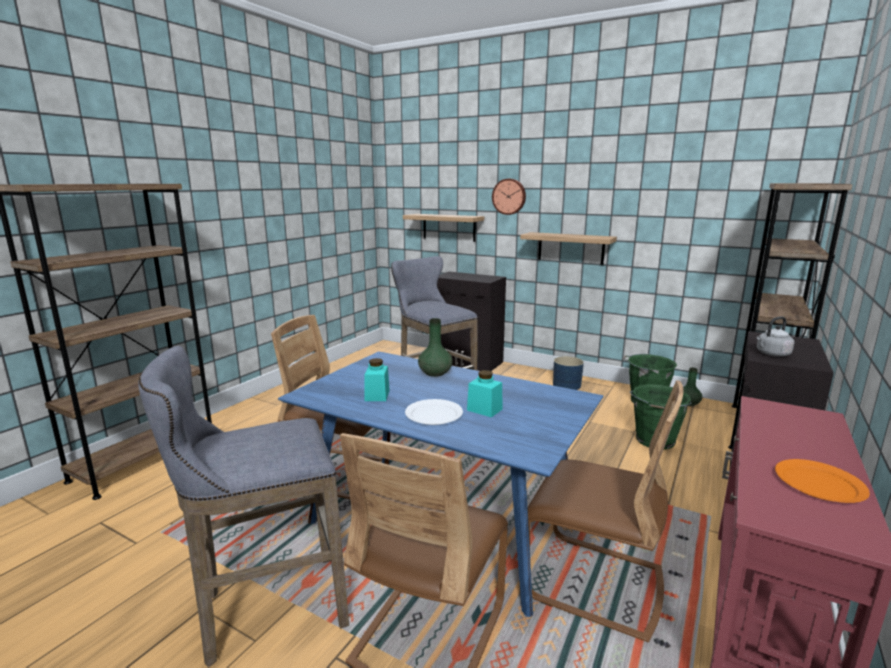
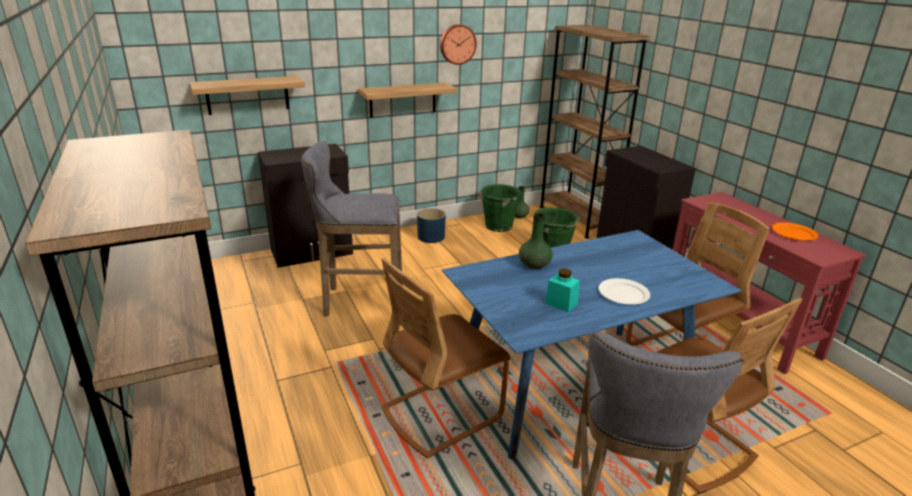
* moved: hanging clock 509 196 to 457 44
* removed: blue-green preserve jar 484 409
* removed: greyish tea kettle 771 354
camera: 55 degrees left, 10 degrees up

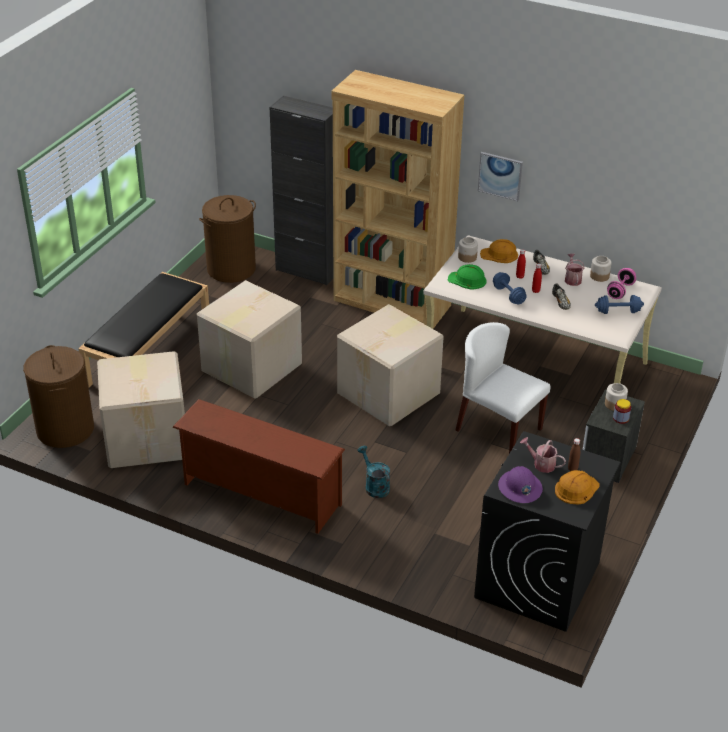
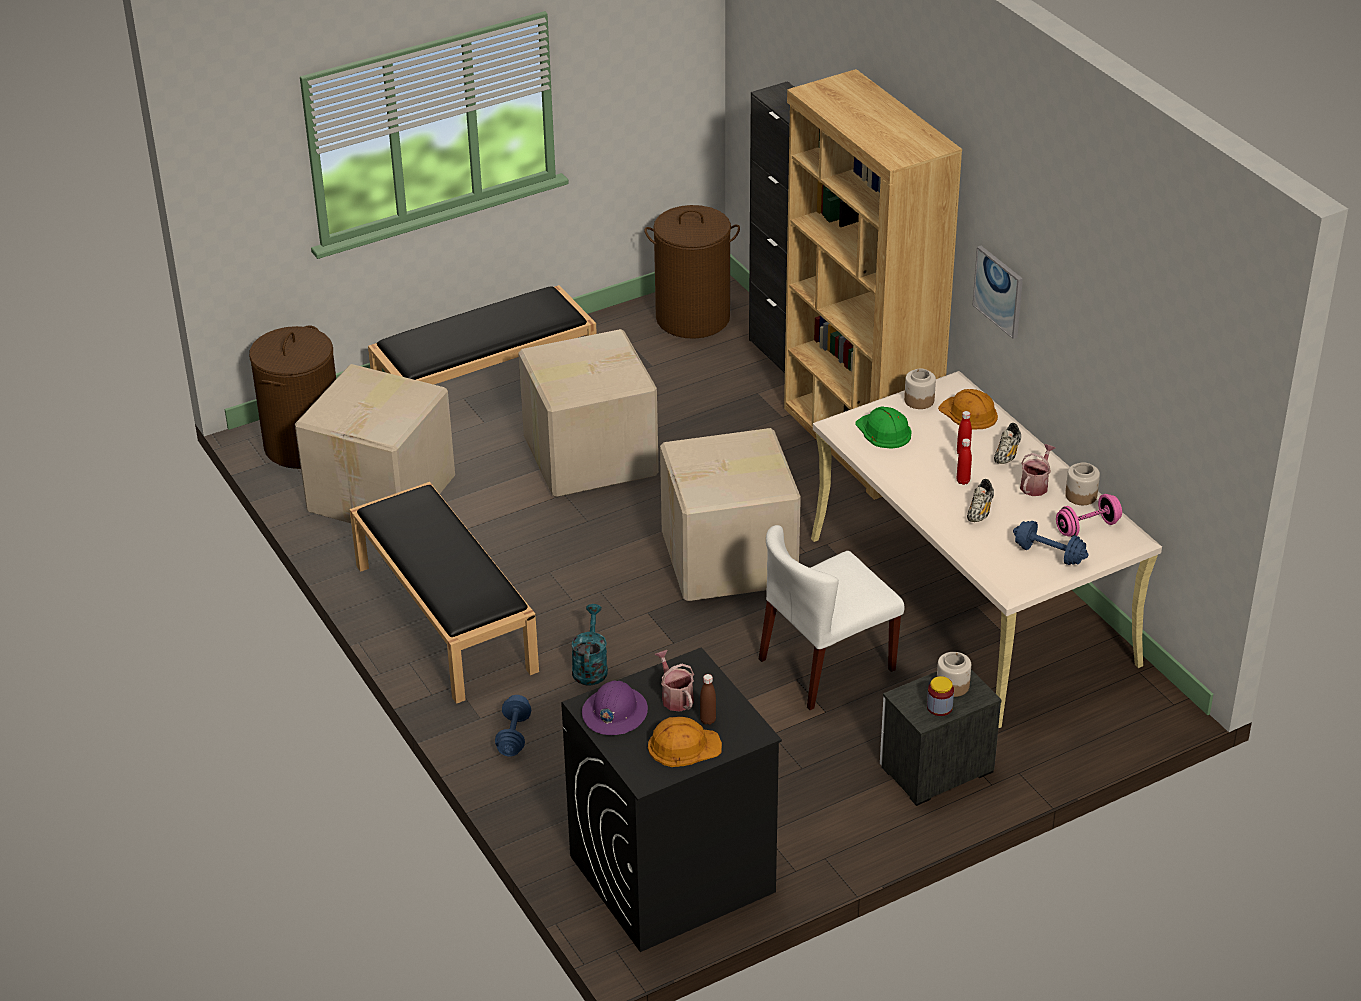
* replaced: brown shoe shelf 260 495 to black-coloured bench 443 617
* moved: blue hand weight 508 295 to 514 736
* turned: white upright chair 498 429 = 826 665 105 degrees counterclockwise
camera: 35 degrees right, 0 degrees up

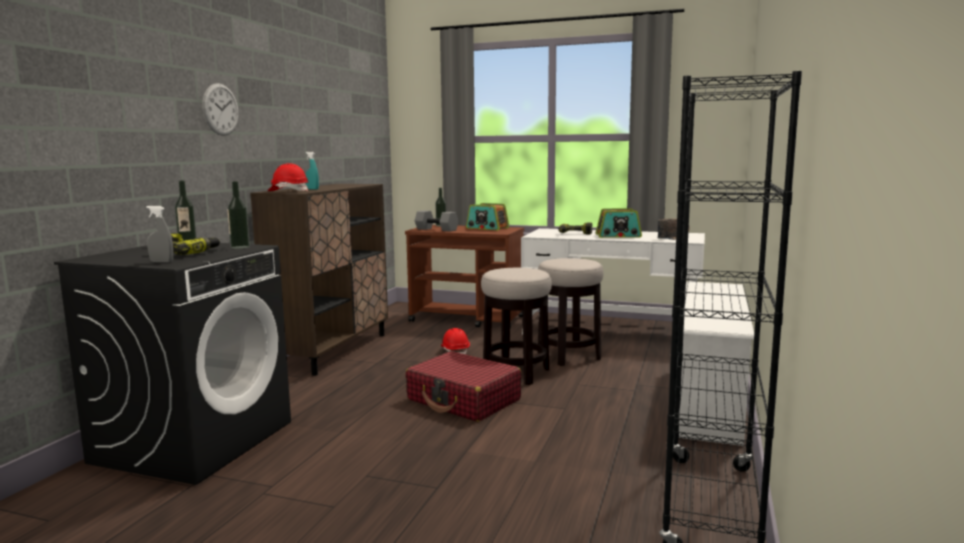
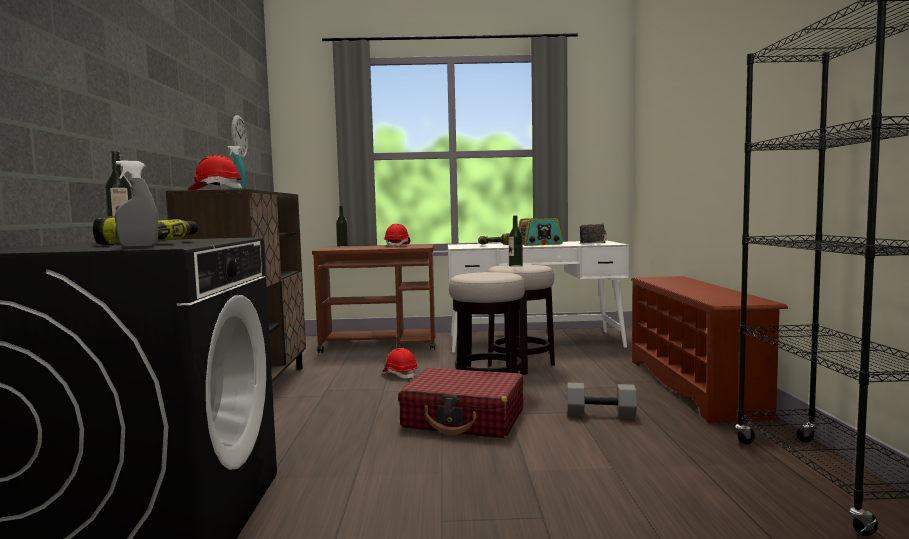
* moved: hanging clock 220 109 to 239 137
* replaced: radio 487 228 to red hard hat 397 245
* moved: drink bottle 240 247 to 515 266
* moved: greyish hand weight 437 229 to 601 414
* recoloured: white shoe shelf 709 401 to brown shoe shelf 695 386
camera: 20 degrees left, 5 degrees down

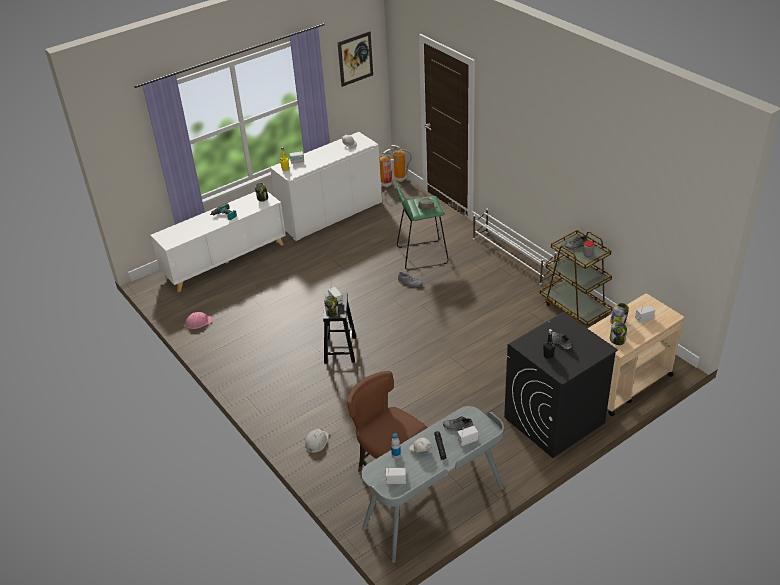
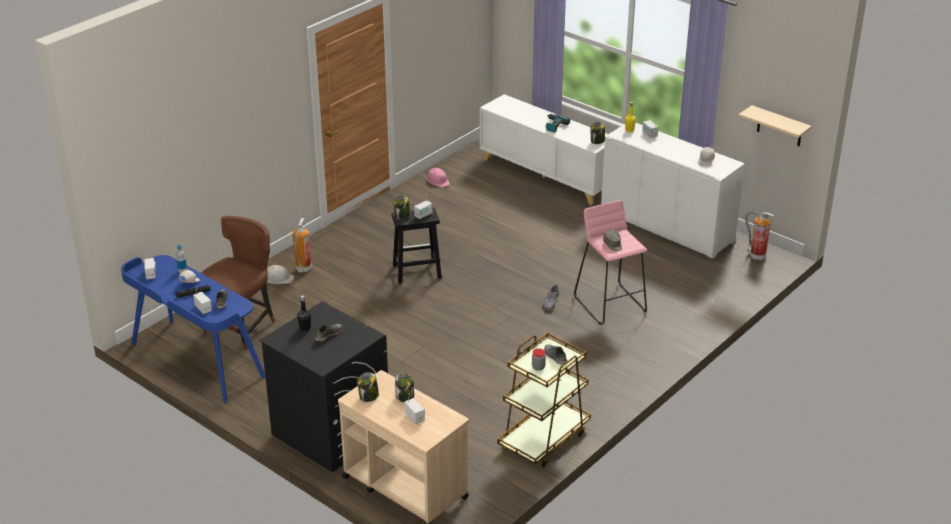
* recoloured: greyish desk unit 435 509 to blue desk unit 196 361
* moved: fire-fighting cylinder 400 179 to 303 269
* recoloured: greenish sitting stool 421 255 to pink-coloured sitting stool 610 304
* added: beige-coloured wall shelf 779 126
* removed: wall picture 355 59
* removed: white shoe shelf 512 257
camera: 75 degrees right, 5 degrees down

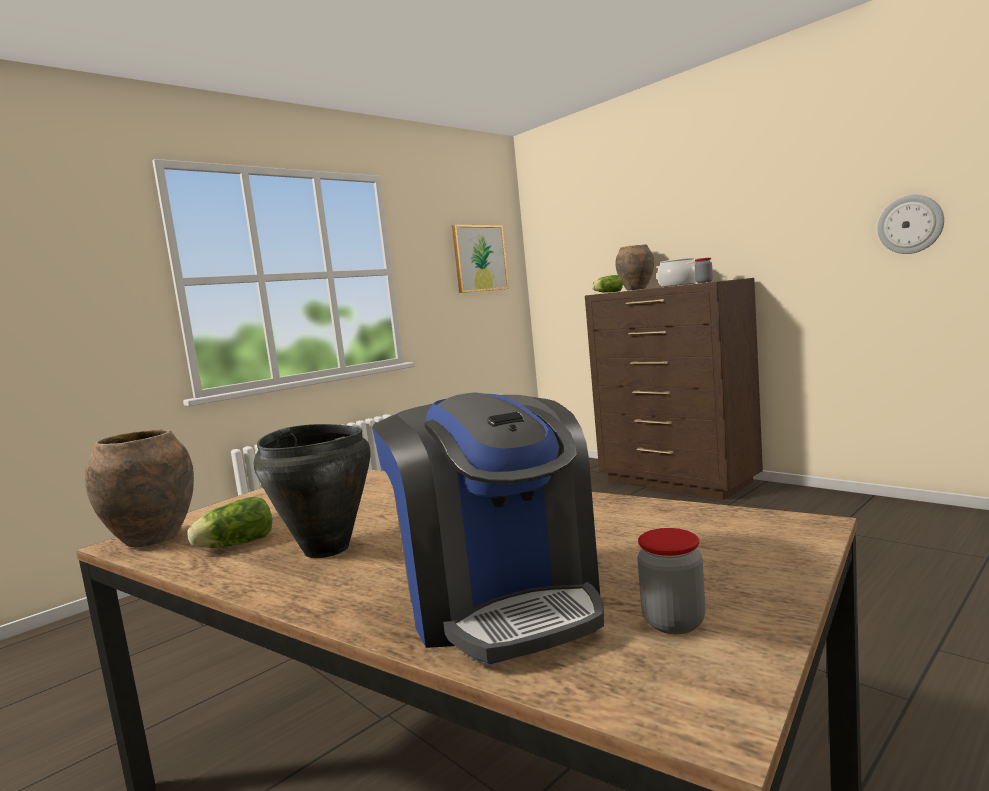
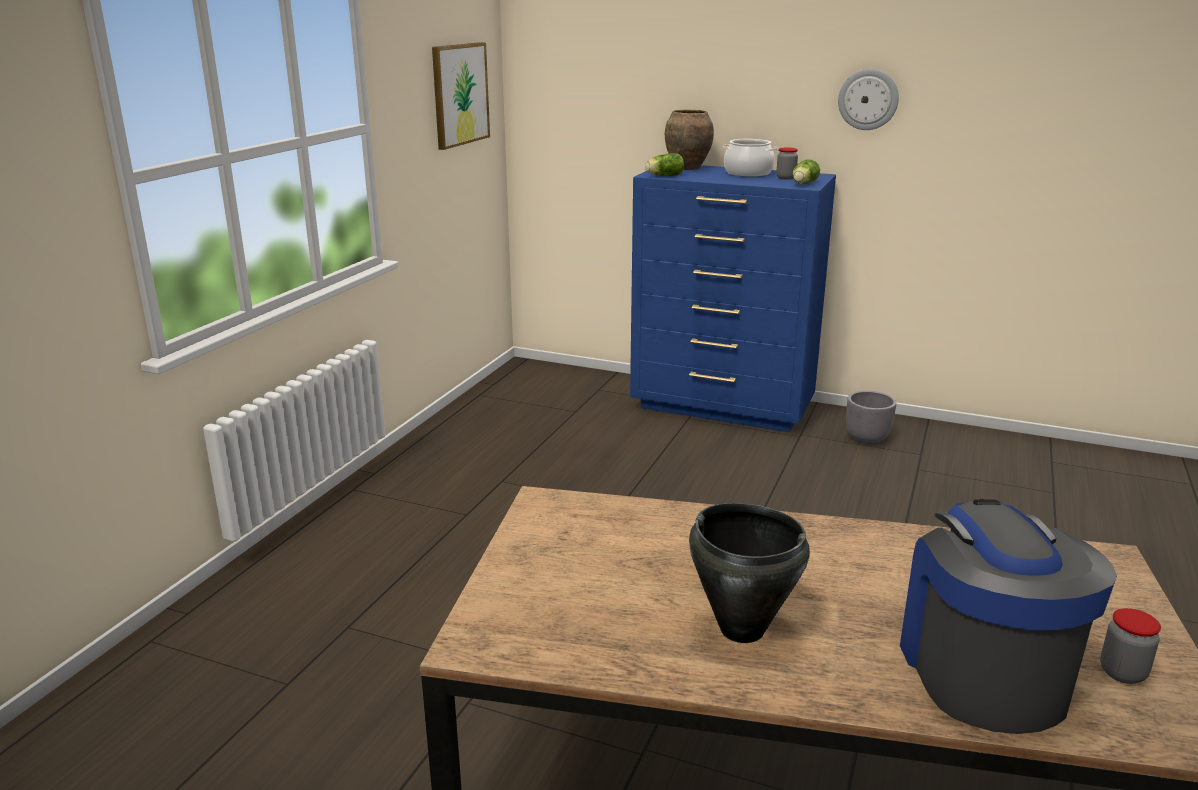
* recoloured: brown drawer chest 678 482 to blue drawer chest 723 407
* moved: lettuce head 233 545 to 803 184
* moved: hanging clock 910 224 to 868 99
* added: greyish plant pot 867 439
* turned: coffee maker 499 600 = 982 670 135 degrees counterclockwise
* removed: brown flower vase 153 539
camera: 25 degrees left, 15 degrees up

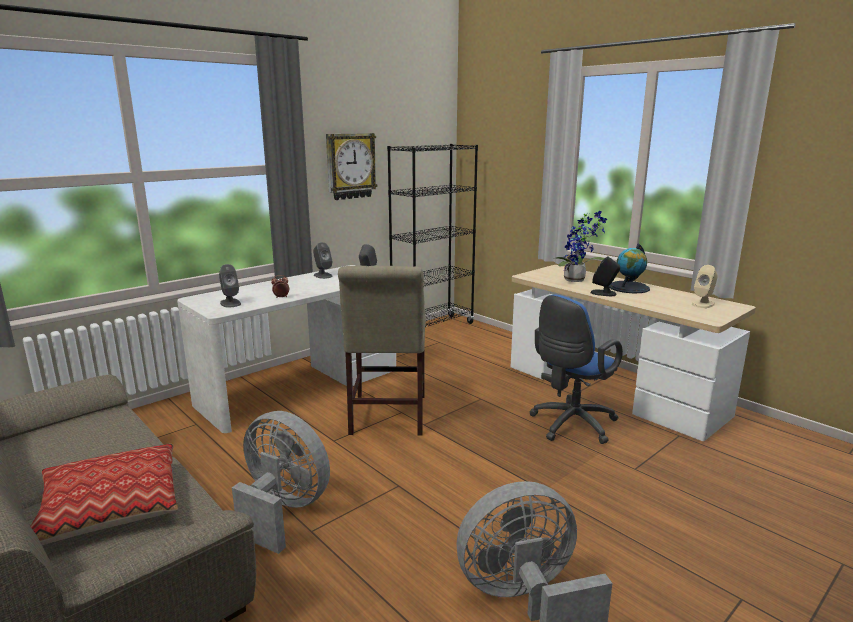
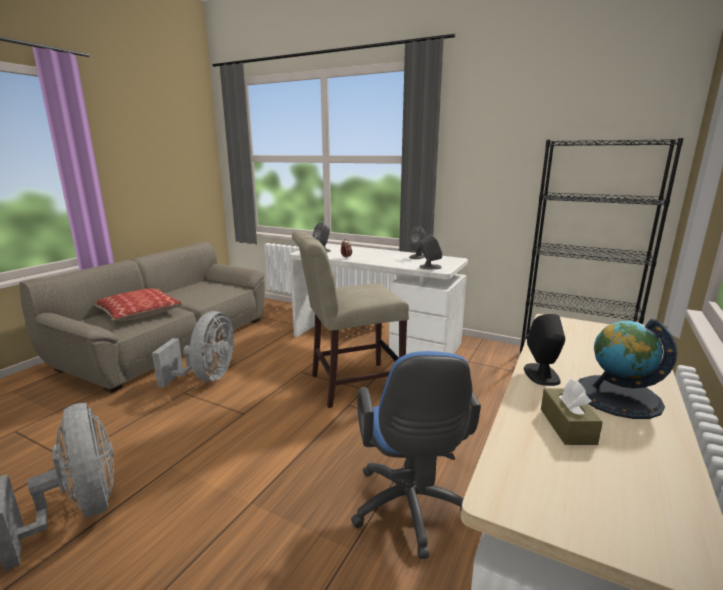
* turned: blue computer chair 570 425 = 409 511 120 degrees counterclockwise
* added: brown tissue box 567 426
* removed: hanging clock 350 166
* removed: plant in a pot 577 280
* removed: beige-coloured audio speaker 703 304
camera: 70 degrees right, 0 degrees up

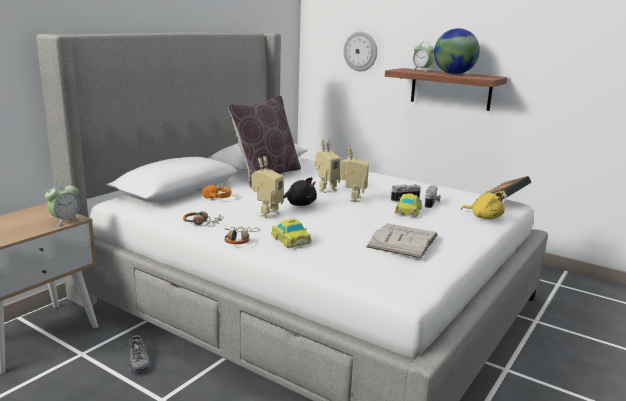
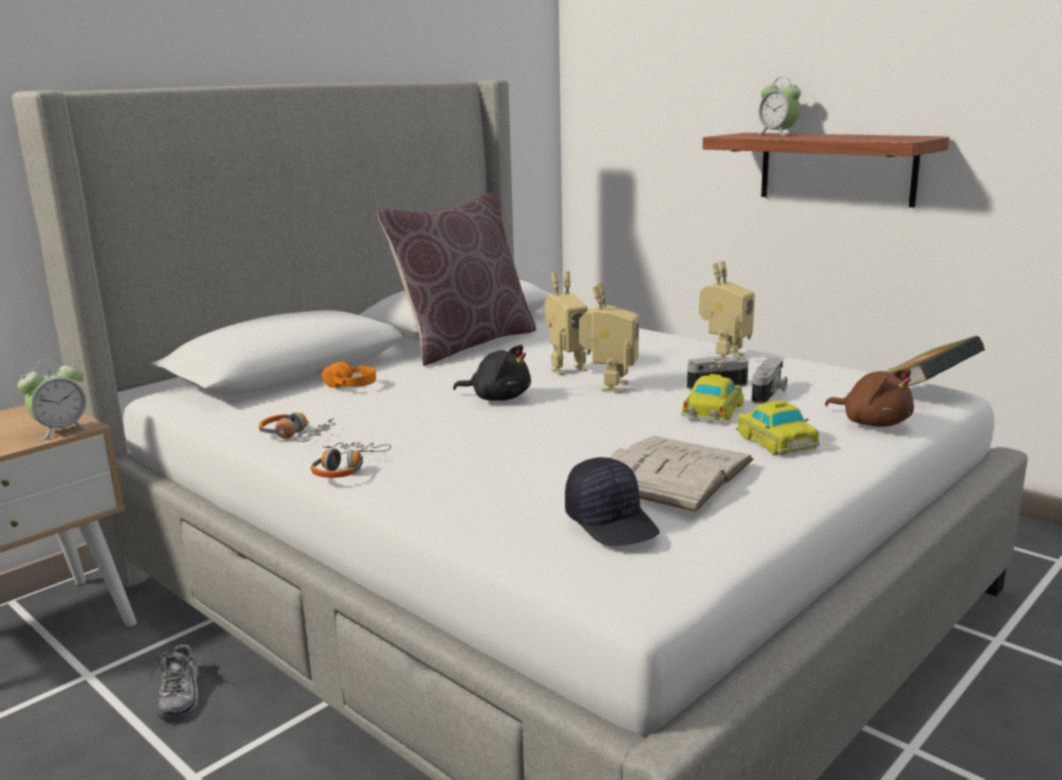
* added: black-coloured cap 612 522
* moved: toy robot 266 214 to 724 356
* moved: toy car 290 239 to 775 440
* recoloured: yellowish soft toy 484 217 to brown soft toy 872 423
* removed: hanging clock 360 51
* removed: desk globe 454 74
camera: 10 degrees right, 0 degrees up

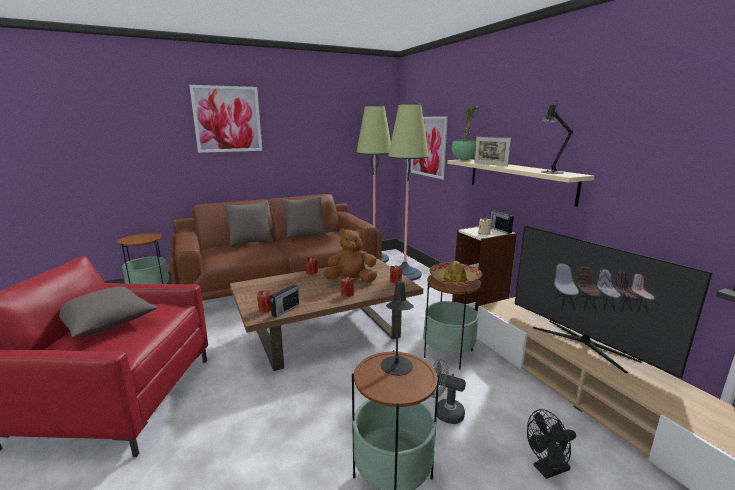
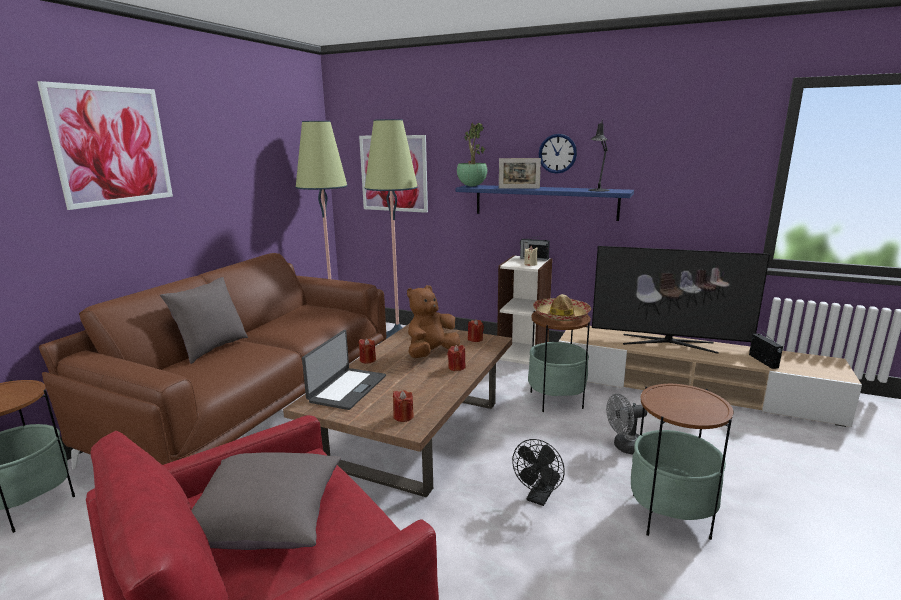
* added: portable computer 347 388
* recoloured: beige-coloured wall shelf 519 179 to blue wall shelf 545 202
* moved: black-coloured electric fan 547 470 to 539 498
* added: hanging clock 557 153
* moved: radio 285 310 to 763 361
* removed: greyish throw pillow 304 235
* removed: black-coloured table lamp 396 368
camera: 40 degrees left, 0 degrees up

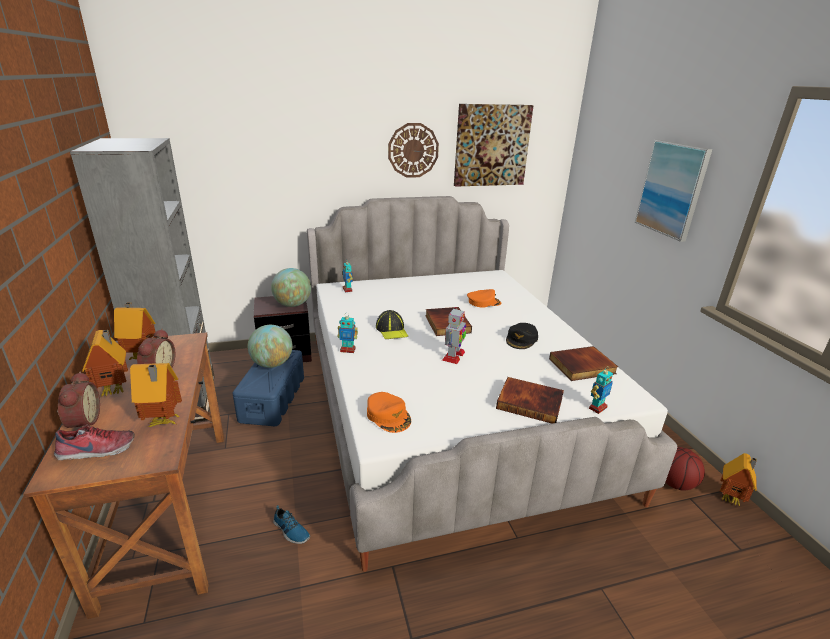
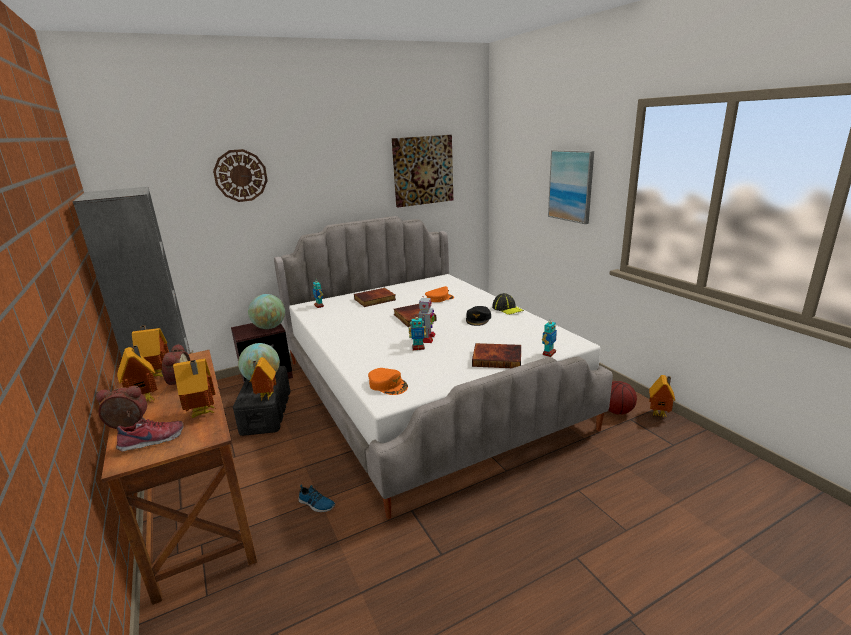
* turned: table clock 82 422 = 127 426 75 degrees counterclockwise
* moved: hanging clock 413 150 to 240 175
* recoloured: blue storage container 273 398 to black-coloured storage container 266 412
* added: miniature house 265 397
* moved: book 582 367 to 375 300
* moved: toy robot 348 350 to 418 348
* moved: cap 392 330 to 507 309
camera: 10 degrees left, 5 degrees down

